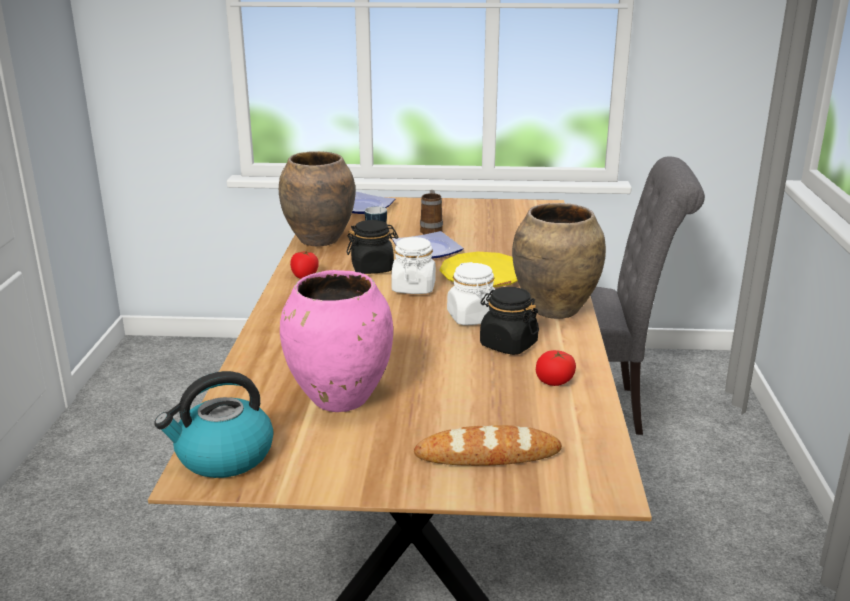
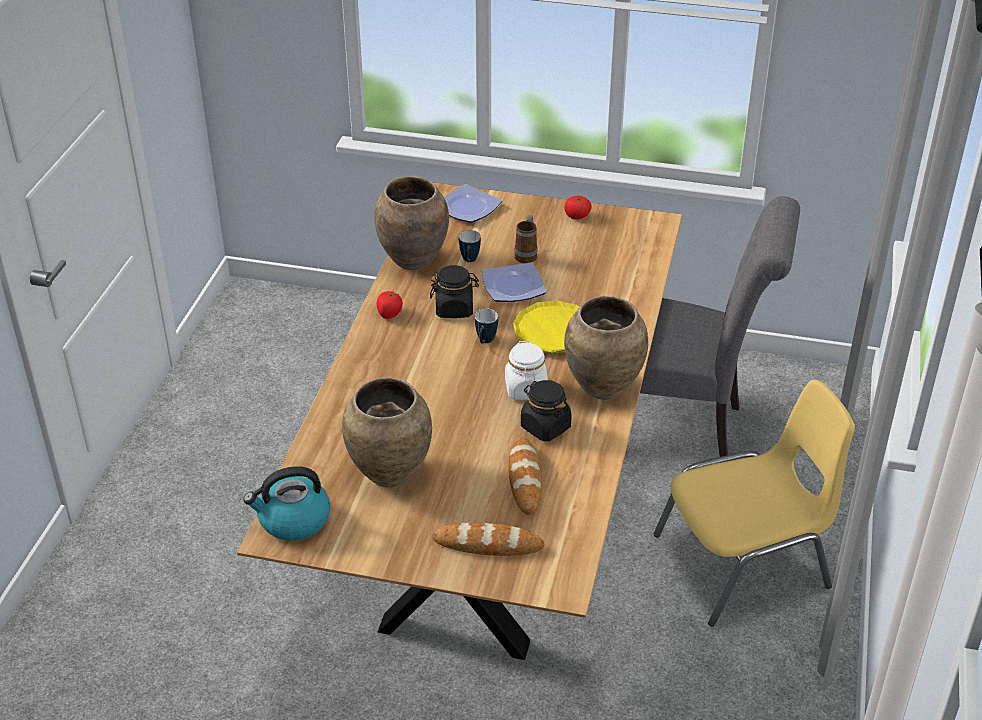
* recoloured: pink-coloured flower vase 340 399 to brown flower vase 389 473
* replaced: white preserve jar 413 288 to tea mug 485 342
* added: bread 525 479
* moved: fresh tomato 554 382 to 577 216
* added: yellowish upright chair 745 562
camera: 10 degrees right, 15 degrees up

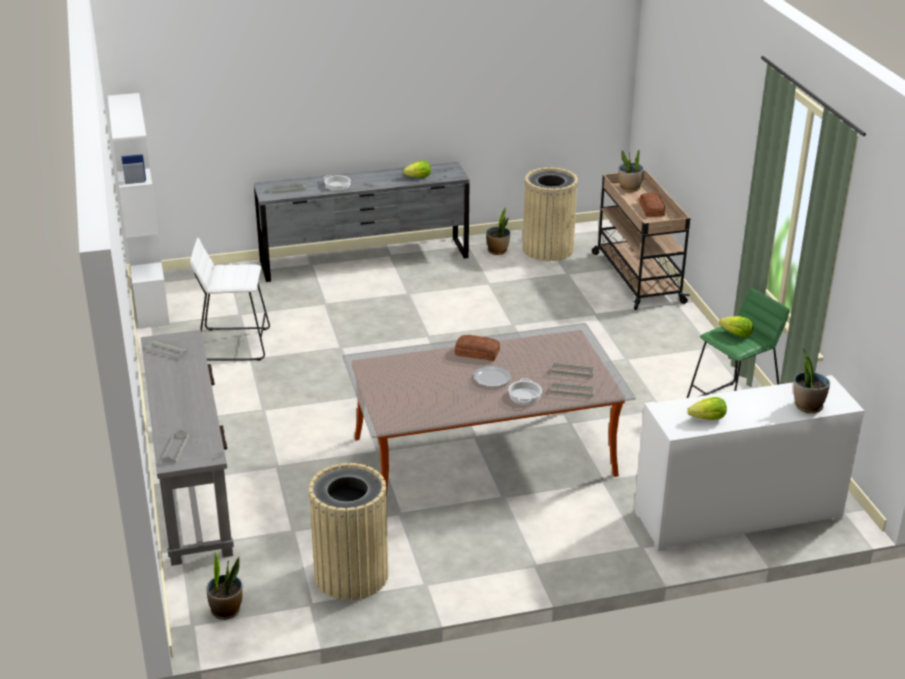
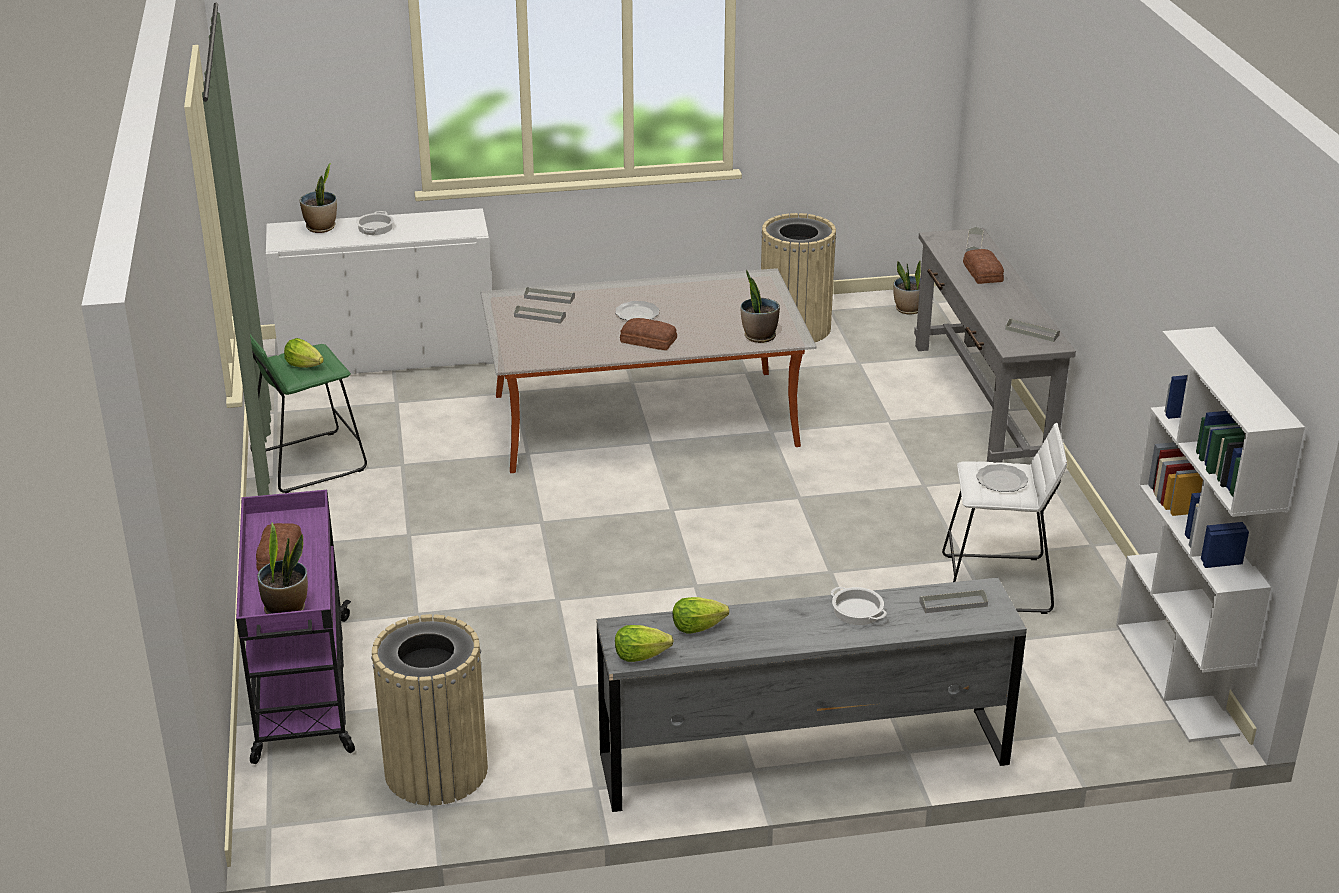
* recoloured: beige-coloured trolley 637 277 to purple-coloured trolley 302 689
* moved: cooking pot 524 395 to 375 228
* moved: lettuce head 708 419 to 640 655
* moved: plant in a pot 497 251 to 759 336
* added: bread 983 272
* added: dinner plate 1002 480
camera: 175 degrees left, 0 degrees up

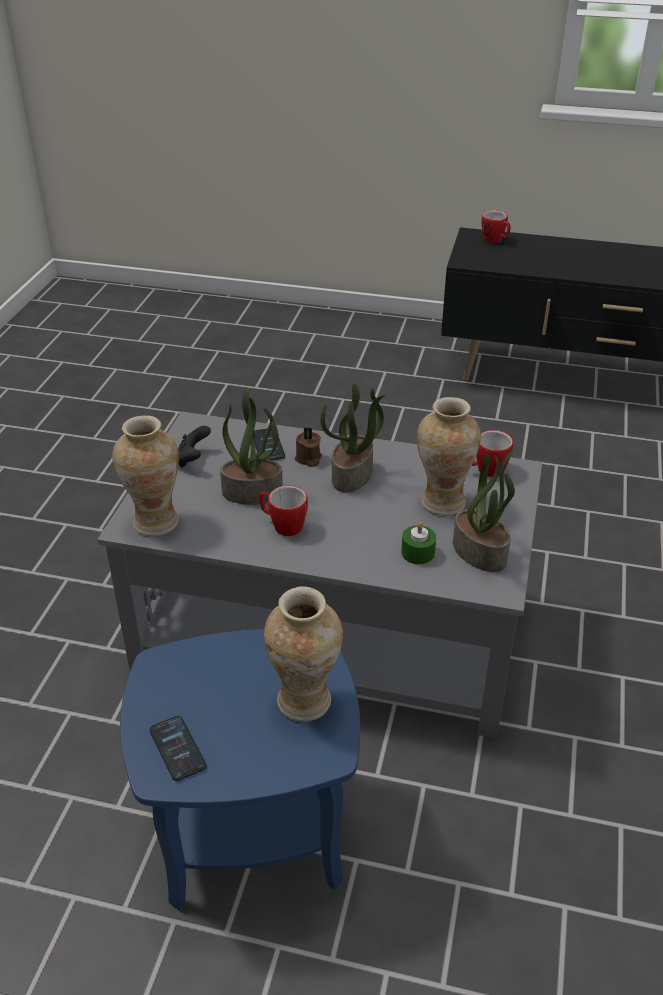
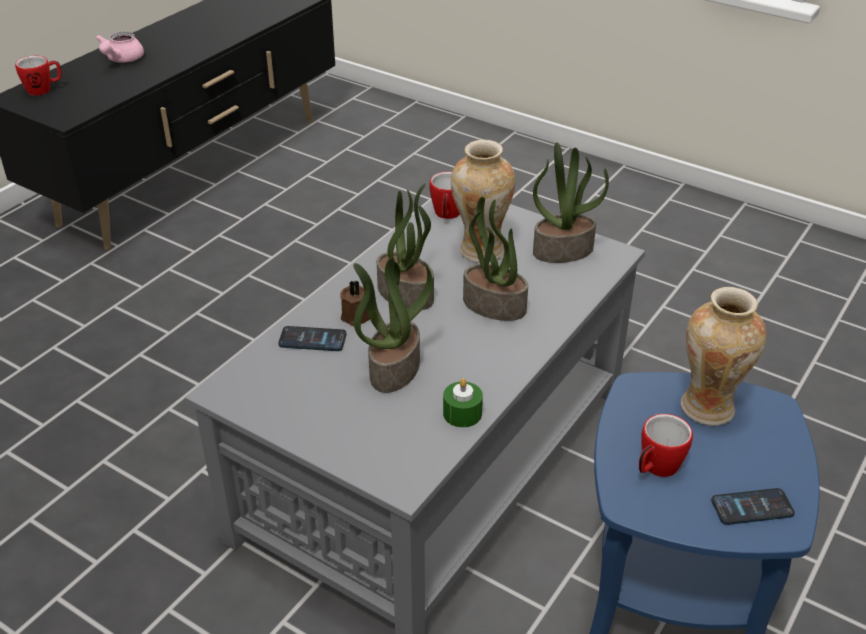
* added: pink-coloured tea pot 121 60
* moved: greenish wax light 418 553 to 462 413
* added: plant in a pot 493 306
* moved: tea mug 283 525 to 656 468
* removed: flower vase 155 521
* removed: black-coloured gamepad 192 459
camera: 70 degrees left, 0 degrees up

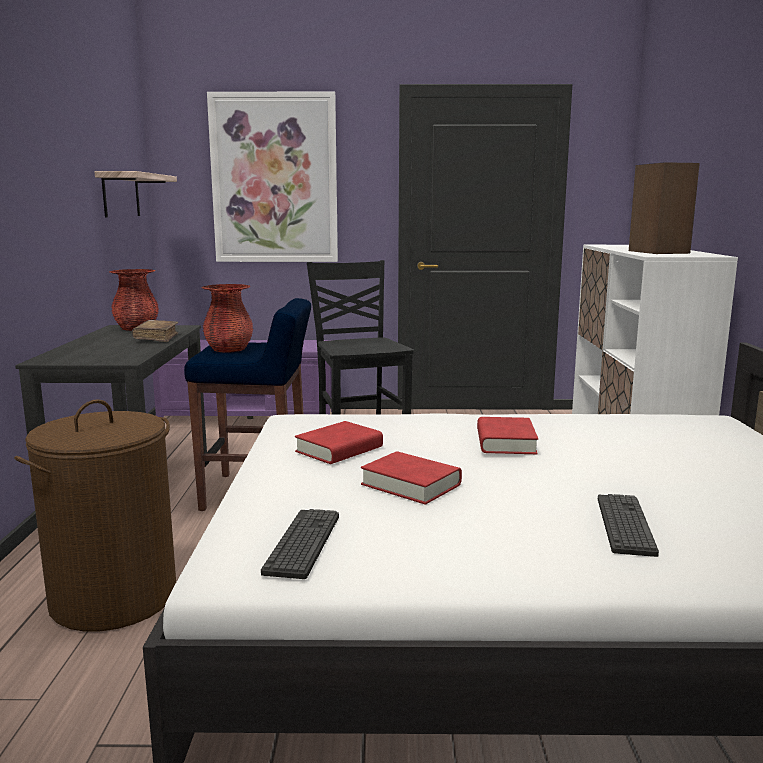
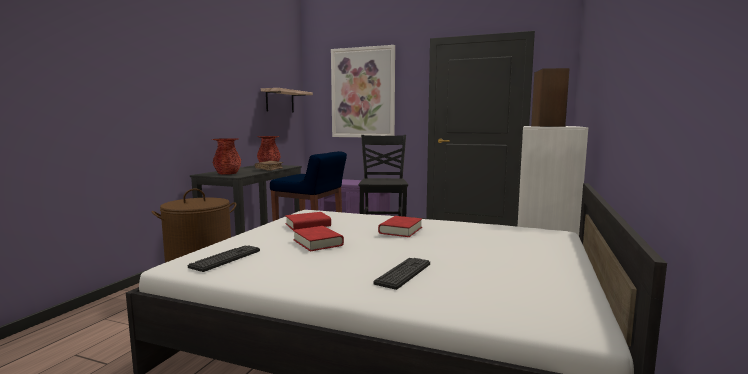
* moved: red flower vase 229 350 to 227 173
camera: 20 degrees right, 5 degrees down

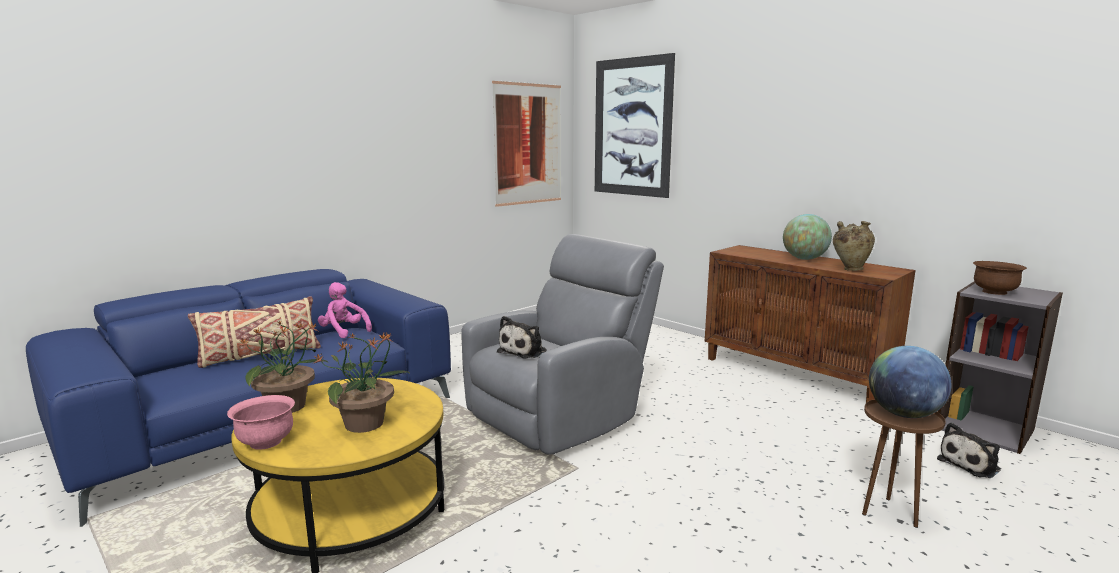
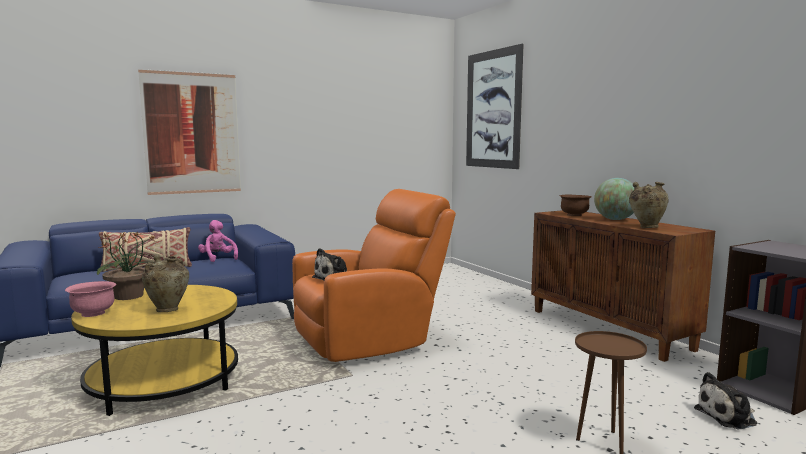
* moved: wall picture 528 144 to 192 133
* replaced: plant in a pot 366 423 to beige-coloured flower vase 168 310
* recoloured: greyish lounge chair 560 417 to orange-coloured lounge chair 369 340
* moved: brown serving bowl 994 292 to 574 215
* removed: desk globe 903 414
camera: 15 degrees right, 5 degrees down

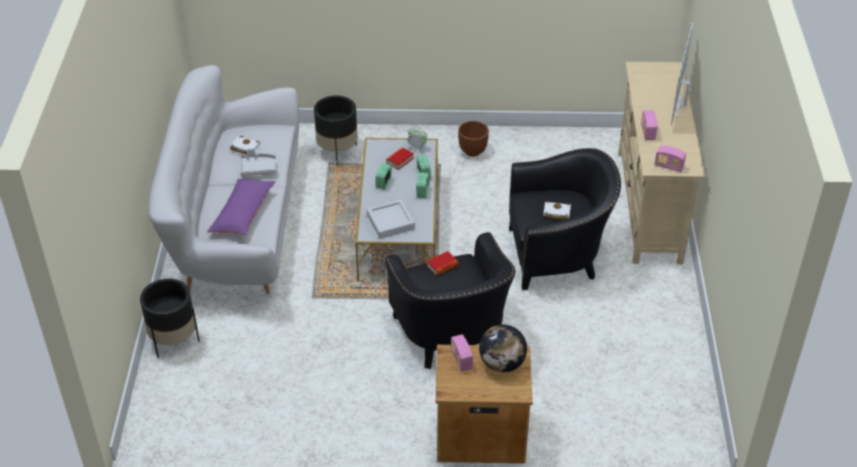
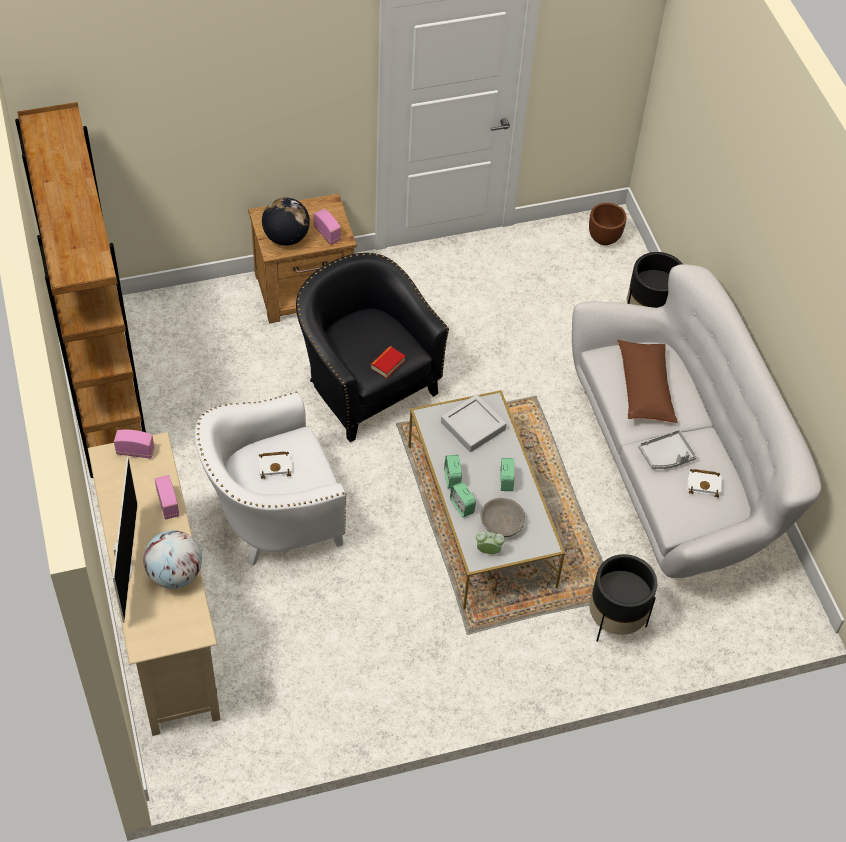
* added: brown shelving unit 105 394
* added: desk globe 175 574
* recoloured: black-coloured lounge chair 557 255 to white lounge chair 272 517
* replaced: book 400 160 to greyish serving bowl 501 523
* moved: brown plant pot 473 151 to 603 238
* recoloured: purple-coloured throw pillow 243 213 to brown throw pillow 645 388
camera: 160 degrees right, 10 degrees up

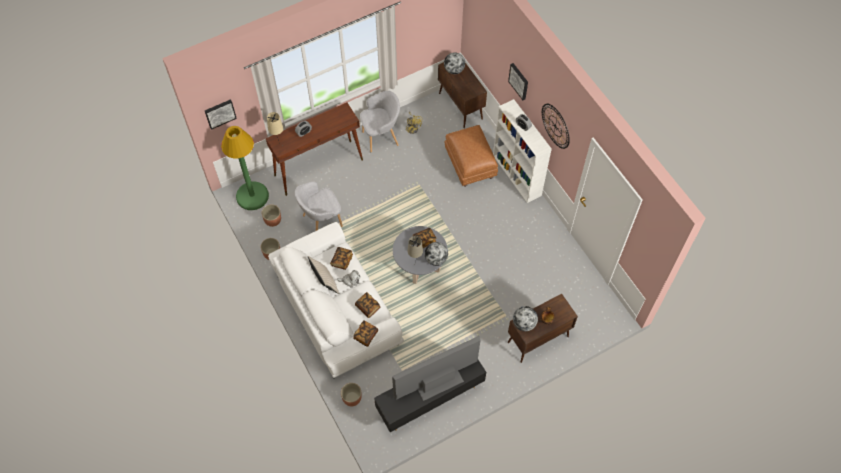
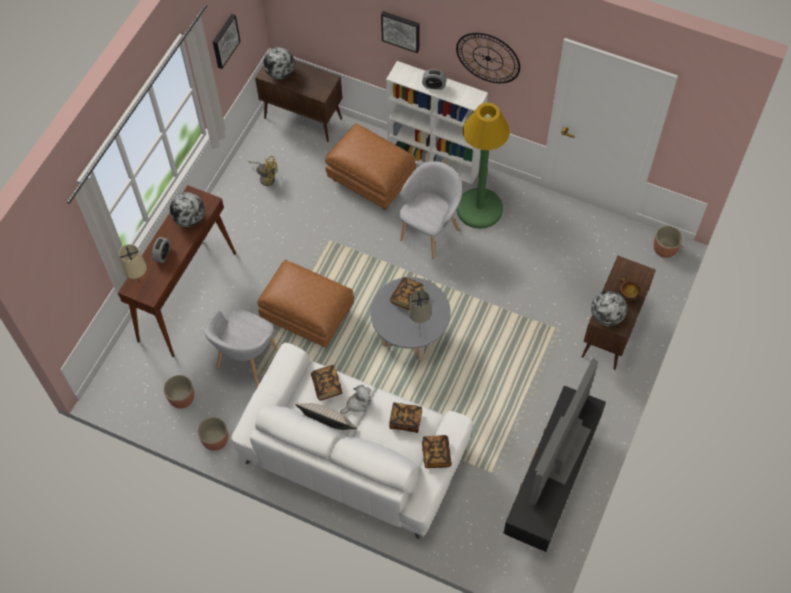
* moved: desk globe 436 259 to 189 219
* moved: wall picture 220 113 to 224 40
* added: brown footrest 309 316
* moved: greyish lounge chair 381 137 to 430 232
* moved: greenish standard lamp 252 196 to 479 209
* moved: plant pot 352 398 to 664 249
camera: 35 degrees left, 0 degrees up

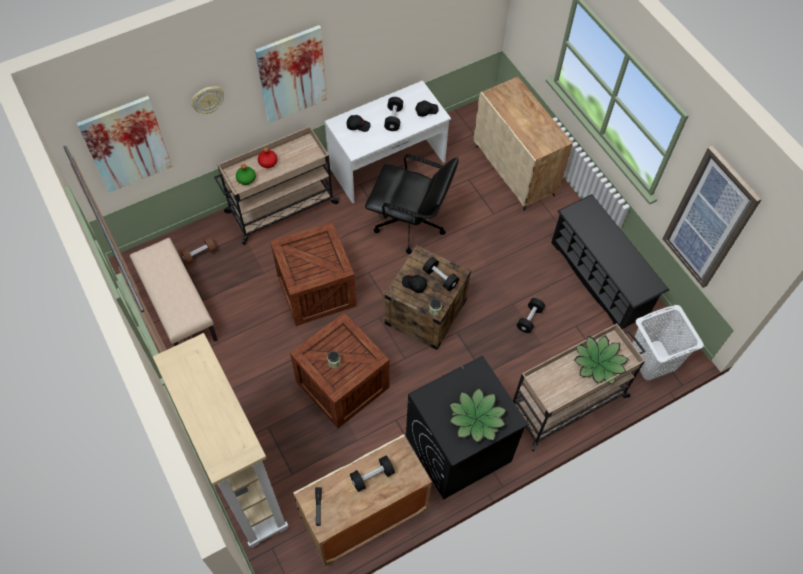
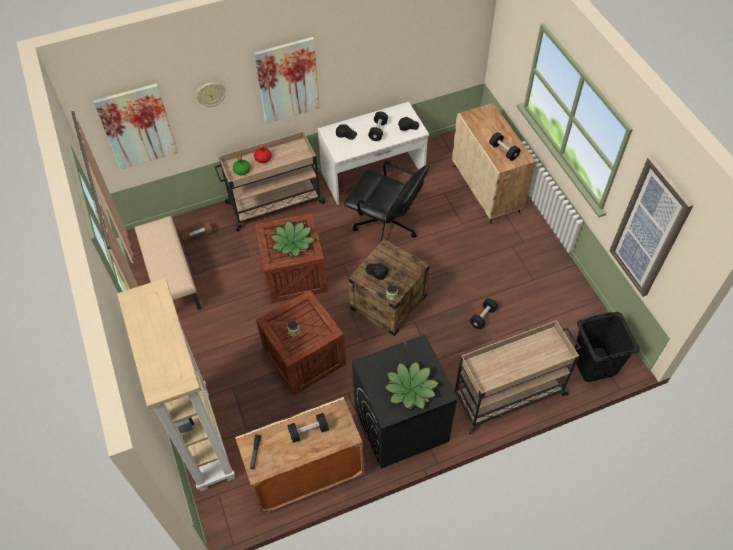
* moved: plant in a pot 598 363 to 293 243
* moved: black-coloured hand weight 440 278 to 503 151
* recoloured: white laundry basket 652 360 to black-coloured laundry basket 593 365
* removed: black-coloured shoe shelf 600 278
camera: 10 degrees right, 5 degrees down

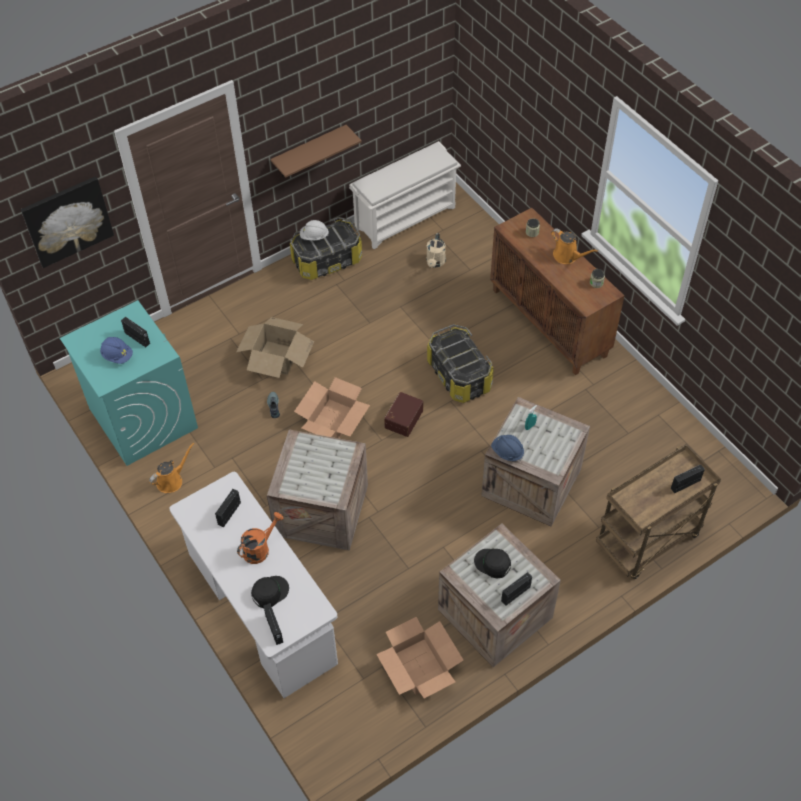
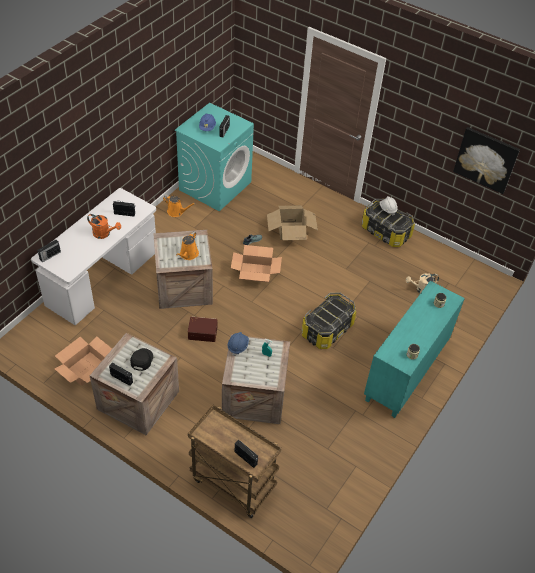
* moved: orange-coloured sprinkling can 567 256 to 188 255
* moved: brown storage container 403 418 to 202 332
* recoloured: brown storage cabinet 550 323 to blue-green storage cabinet 406 373
* moved: wall picture 67 221 to 486 159
* removed: black-coloured cap 269 592
* removed: brown wall shelf 309 152
* removed: white shoe shelf 405 217
camera: 65 degrees right, 5 degrees down

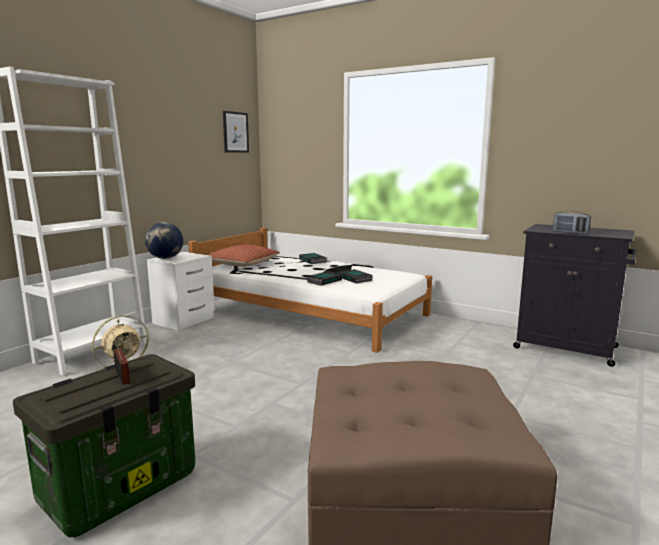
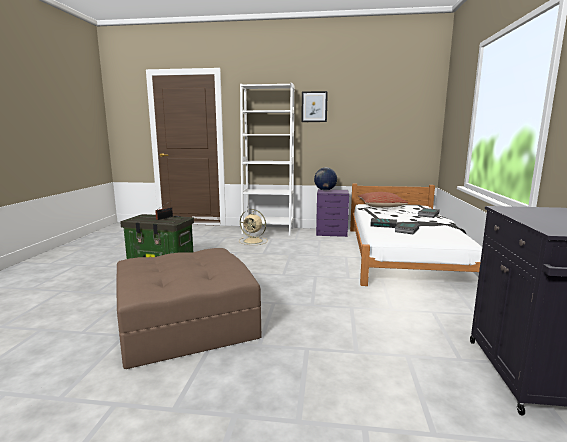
* moved: wall picture 235 132 to 314 106
* recoloured: white night table 185 320 to purple-coloured night table 332 233
* removed: radio 570 233
camera: 65 degrees right, 0 degrees up

